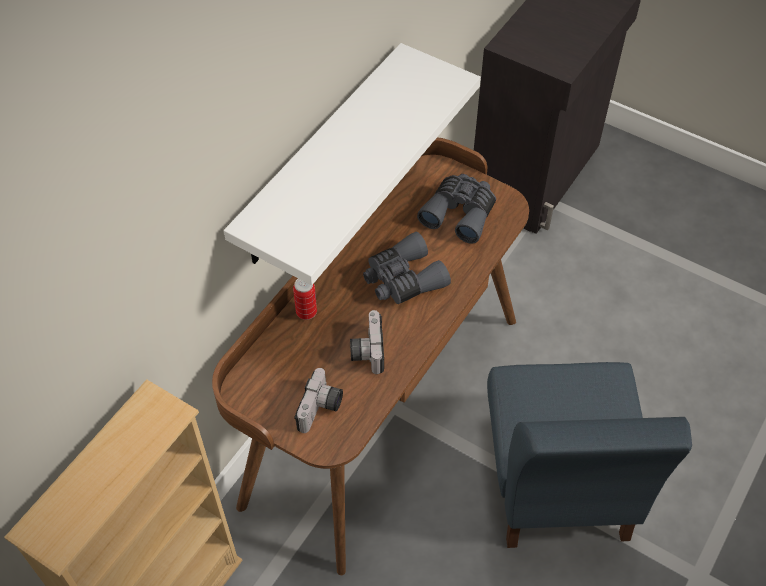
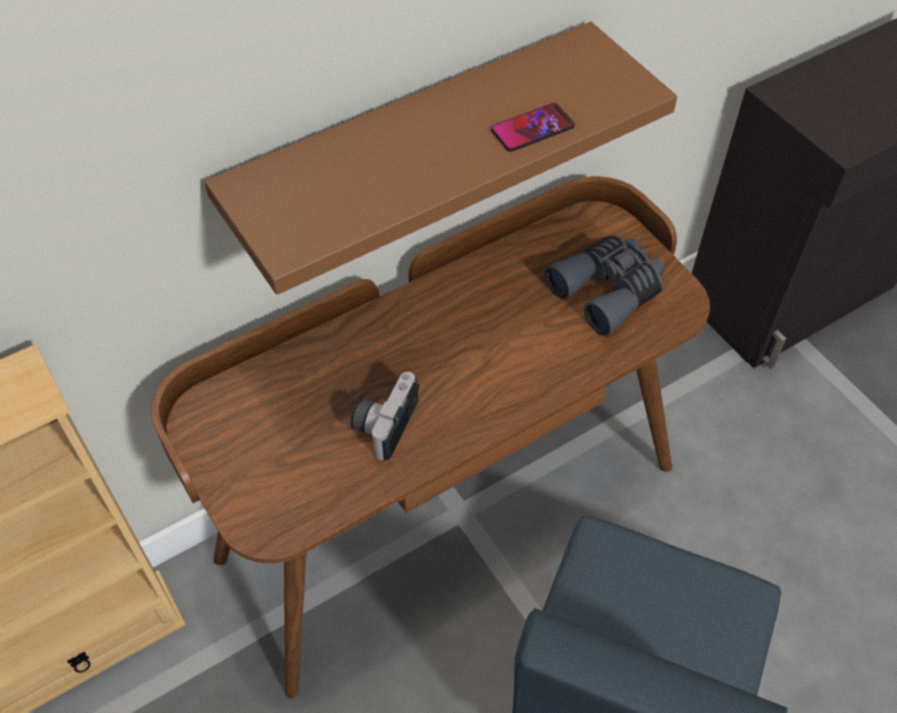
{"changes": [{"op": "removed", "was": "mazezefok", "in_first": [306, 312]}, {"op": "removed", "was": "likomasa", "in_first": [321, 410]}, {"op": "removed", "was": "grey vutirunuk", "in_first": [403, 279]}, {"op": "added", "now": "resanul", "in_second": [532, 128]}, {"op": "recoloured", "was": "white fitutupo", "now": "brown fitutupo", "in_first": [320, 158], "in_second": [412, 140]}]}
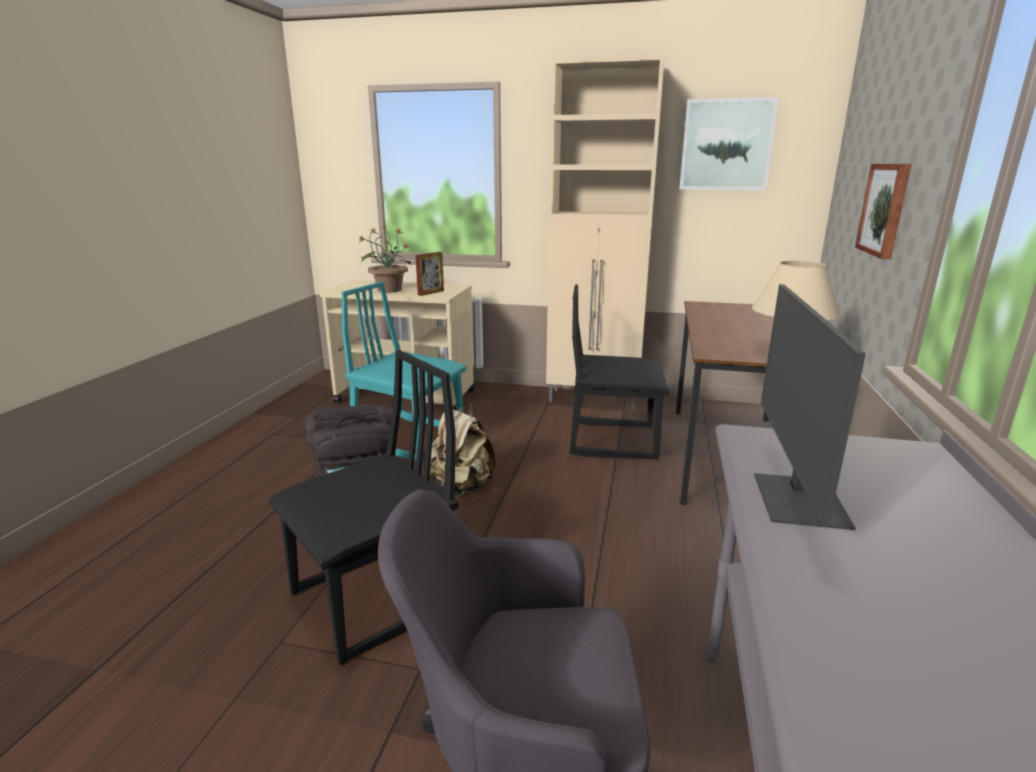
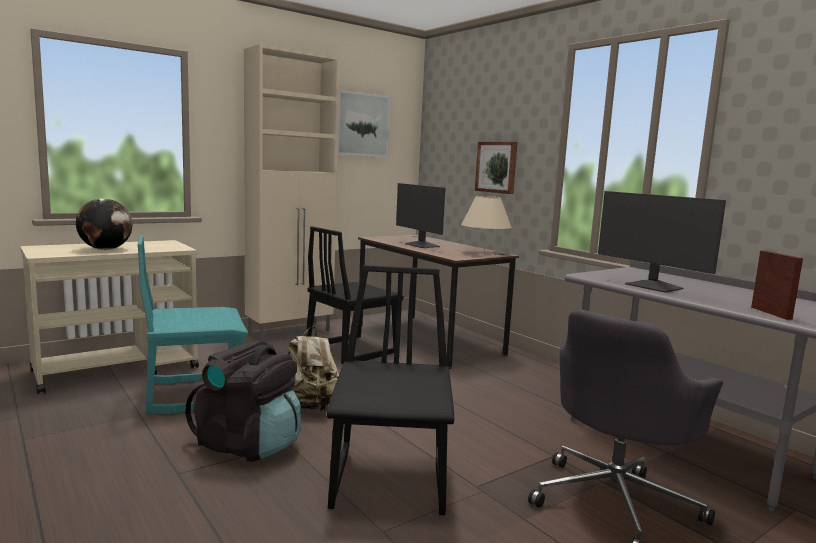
{"changes": [{"op": "added", "now": "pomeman", "in_second": [421, 245]}, {"op": "moved", "was": "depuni", "in_first": [431, 293], "in_second": [770, 313]}, {"op": "replaced", "was": "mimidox", "now": "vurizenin", "in_first": [388, 290], "in_second": [106, 249]}]}
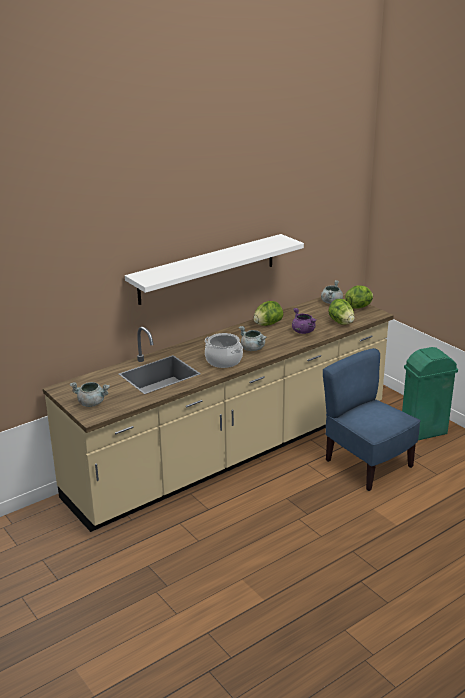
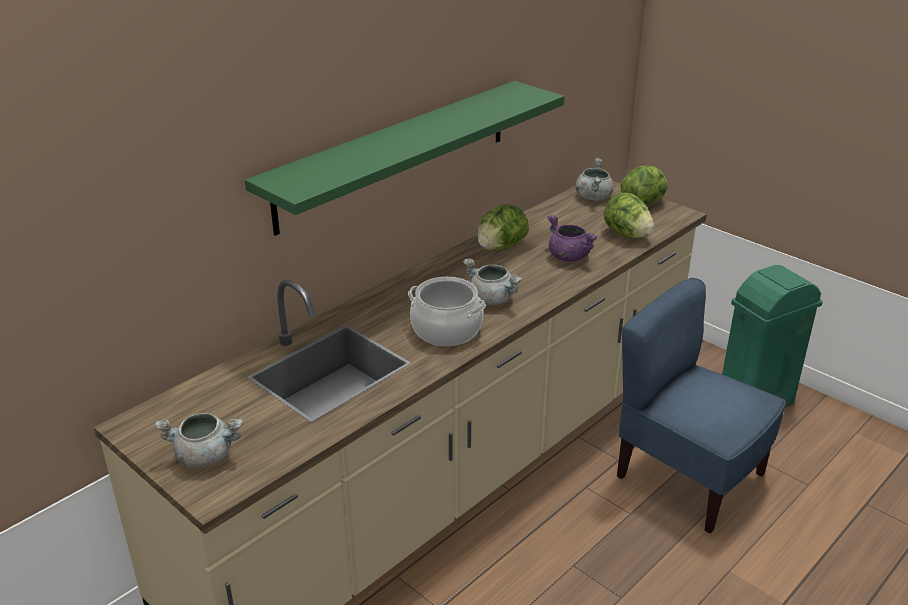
{"changes": [{"op": "recoloured", "was": "white fitutupo", "now": "green fitutupo", "in_first": [207, 268], "in_second": [396, 154]}]}
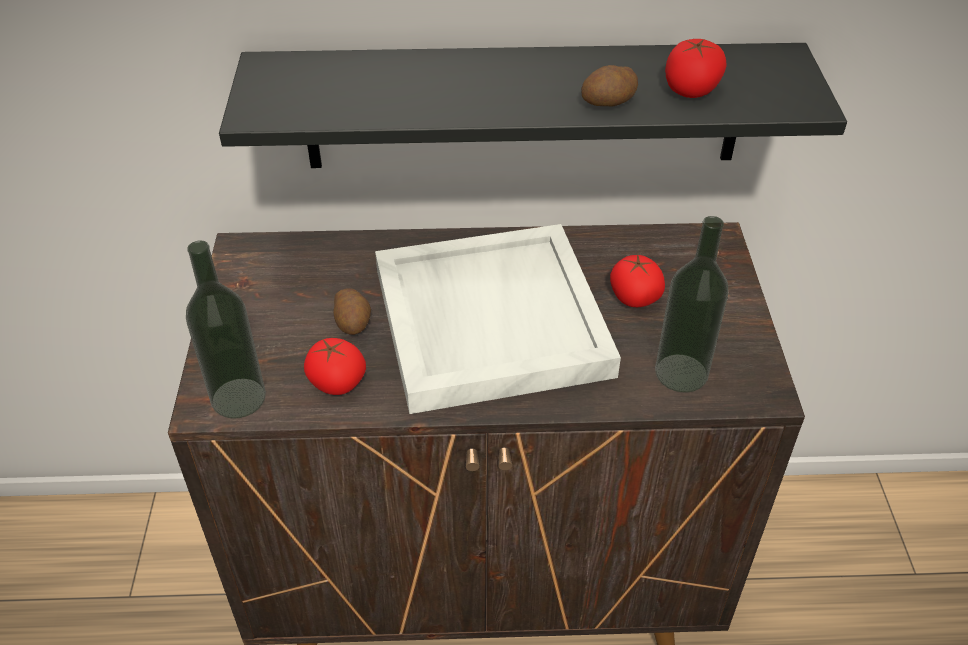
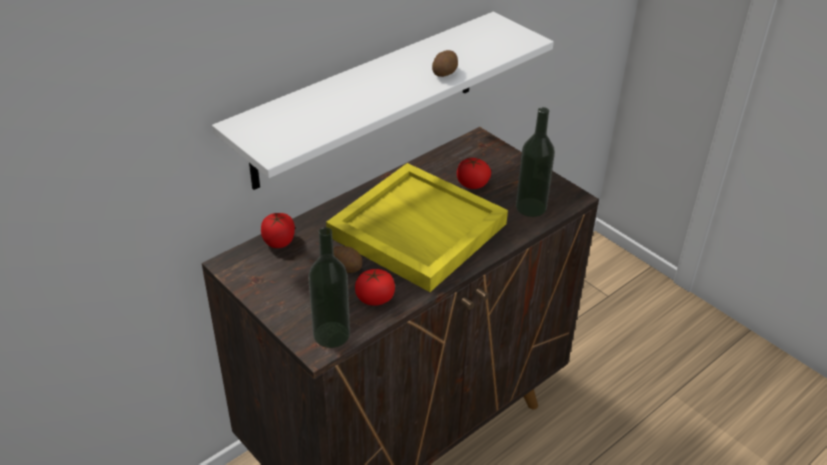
{"changes": [{"op": "moved", "was": "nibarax", "in_first": [691, 90], "in_second": [279, 241]}, {"op": "recoloured", "was": "black fitutupo", "now": "white fitutupo", "in_first": [523, 106], "in_second": [367, 99]}, {"op": "recoloured", "was": "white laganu", "now": "yellow laganu", "in_first": [488, 320], "in_second": [415, 230]}]}
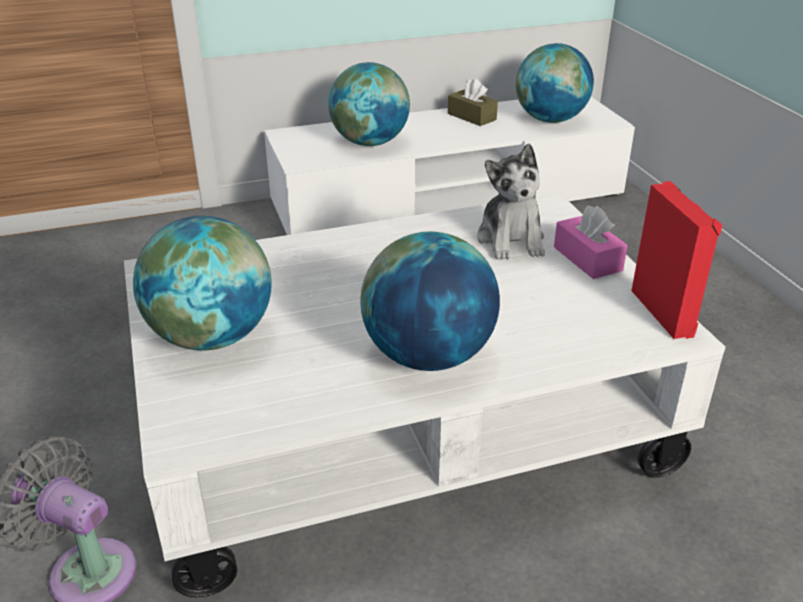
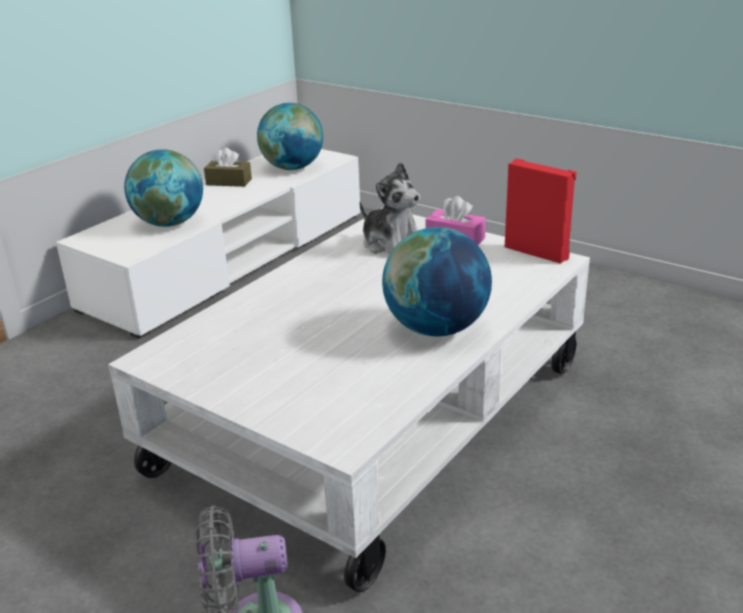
{"changes": [{"op": "removed", "was": "vurizenin", "in_first": [212, 337]}]}
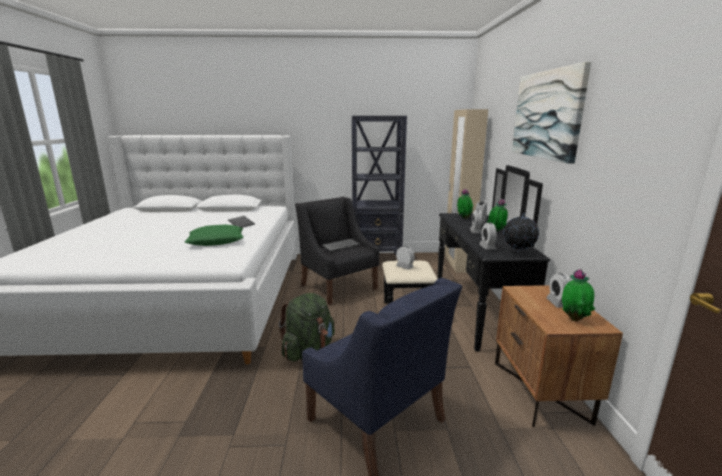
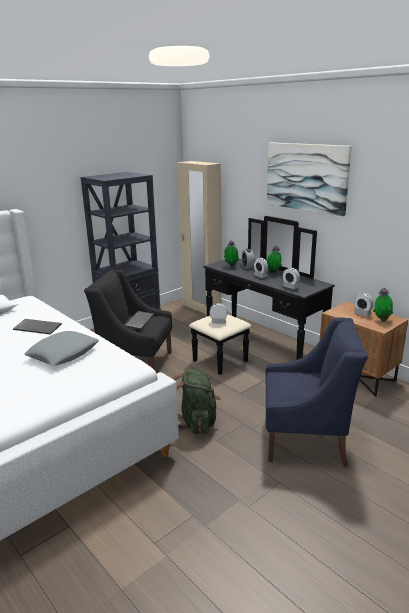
{"changes": [{"op": "removed", "was": "vurizenin", "in_first": [518, 253]}, {"op": "recoloured", "was": "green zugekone", "now": "grey zugekone", "in_first": [216, 241], "in_second": [63, 353]}]}
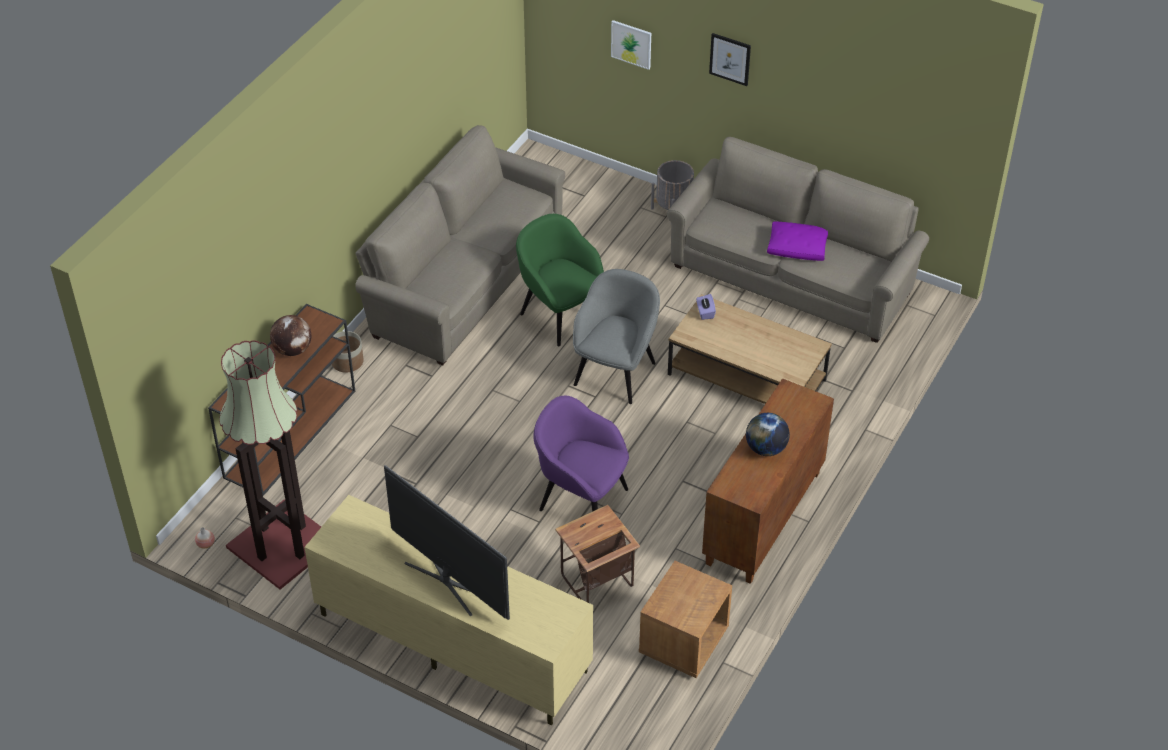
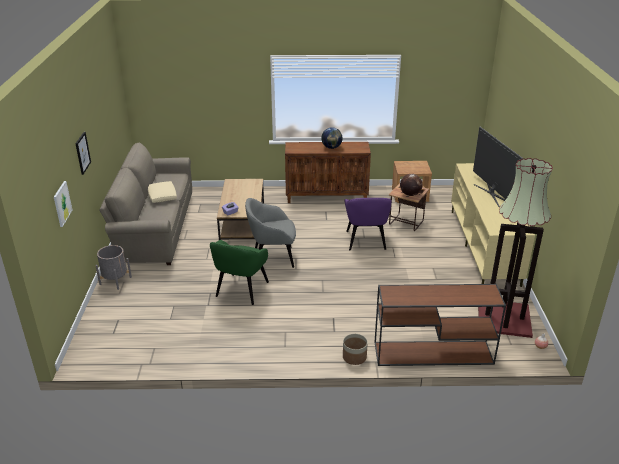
{"changes": [{"op": "removed", "was": "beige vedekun", "in_first": [463, 280]}, {"op": "moved", "was": "vurizenin", "in_first": [293, 350], "in_second": [410, 194]}, {"op": "recoloured", "was": "purple zugekone", "now": "beige zugekone", "in_first": [797, 248], "in_second": [162, 196]}, {"op": "turned", "was": "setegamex", "in_first": [449, 580], "in_second": [493, 194], "clockwise": 150}]}
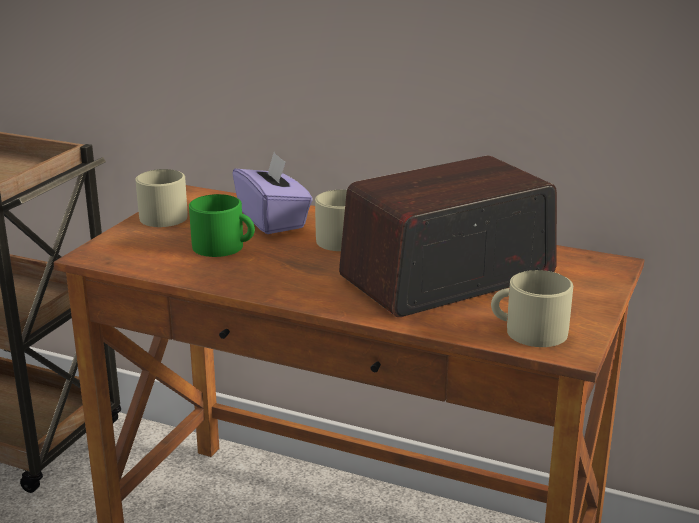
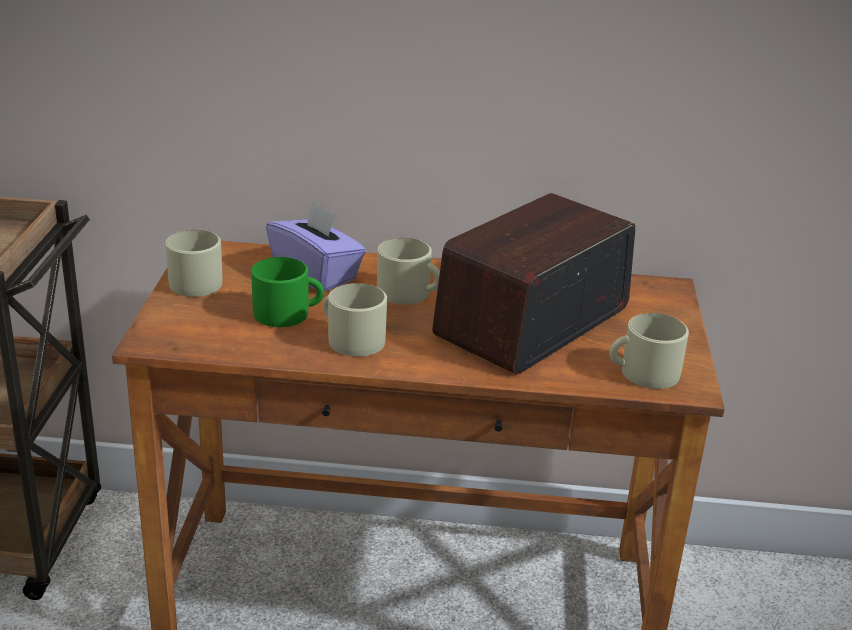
{"changes": [{"op": "added", "now": "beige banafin", "in_second": [350, 339]}]}
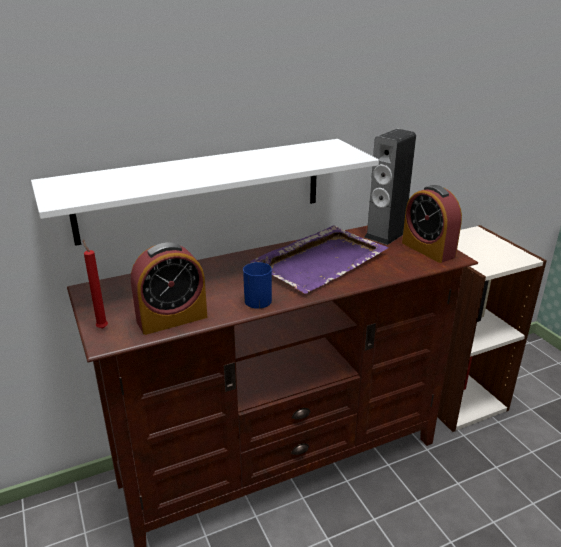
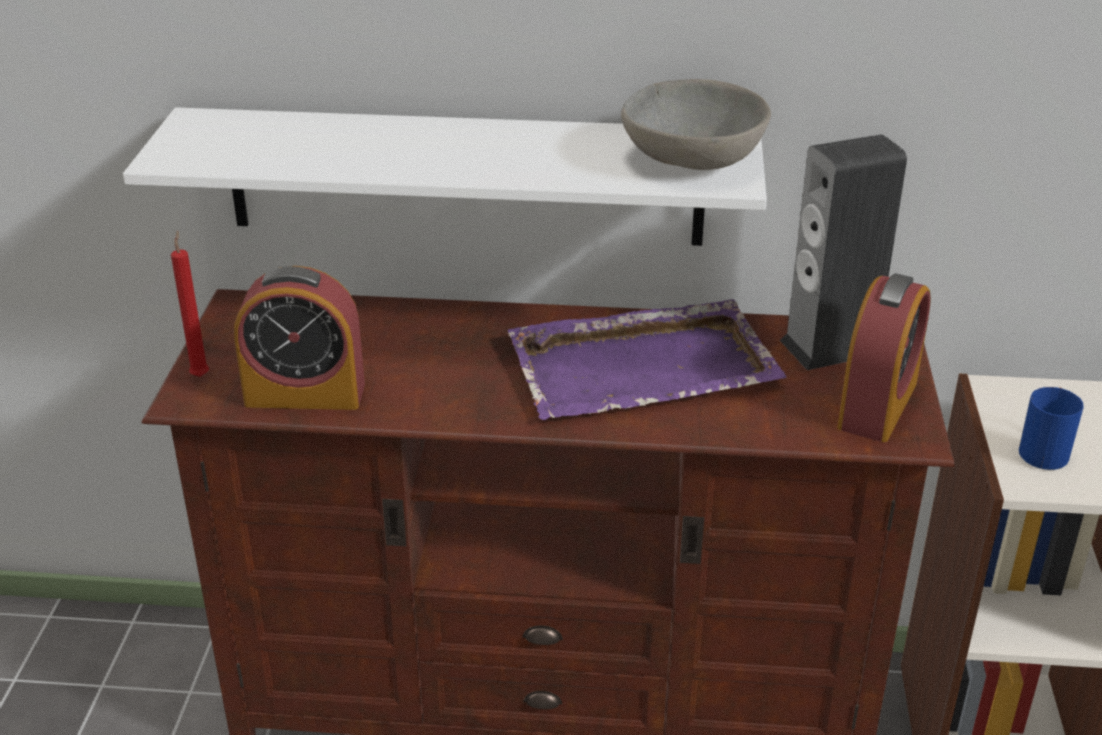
{"changes": [{"op": "added", "now": "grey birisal", "in_second": [691, 160]}, {"op": "moved", "was": "blue banafin", "in_first": [257, 299], "in_second": [1044, 450]}, {"op": "turned", "was": "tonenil", "in_first": [428, 249], "in_second": [877, 405], "clockwise": -150}]}
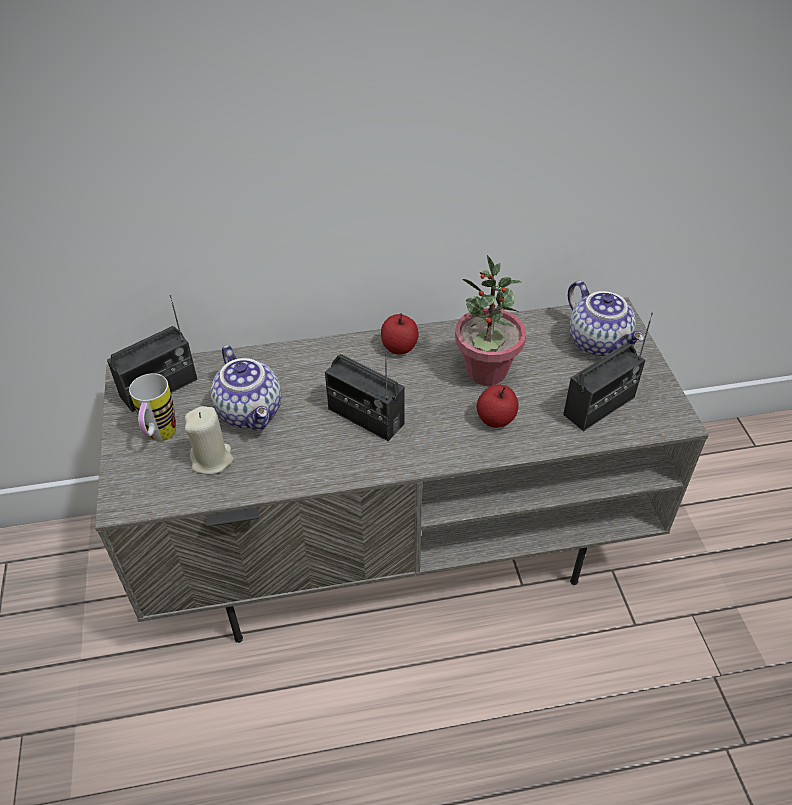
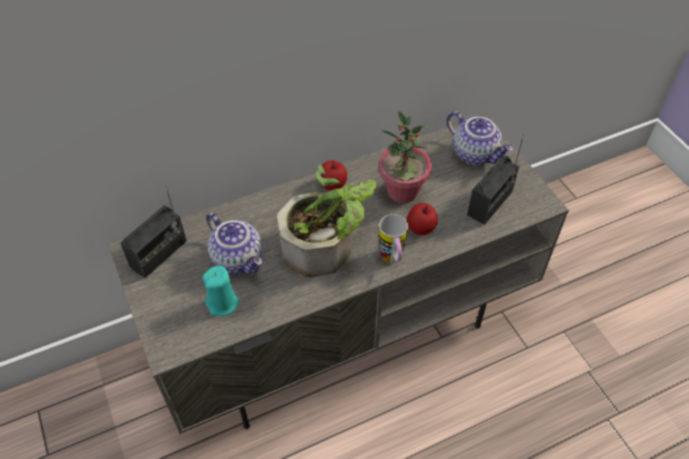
{"changes": [{"op": "moved", "was": "banafin", "in_first": [160, 438], "in_second": [392, 261]}, {"op": "replaced", "was": "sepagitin", "now": "mimidox", "in_first": [365, 417], "in_second": [326, 245]}, {"op": "recoloured", "was": "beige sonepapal", "now": "turquoise sonepapal", "in_first": [212, 459], "in_second": [223, 303]}]}
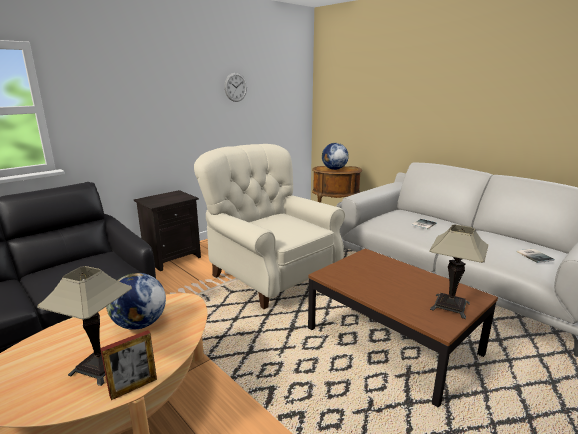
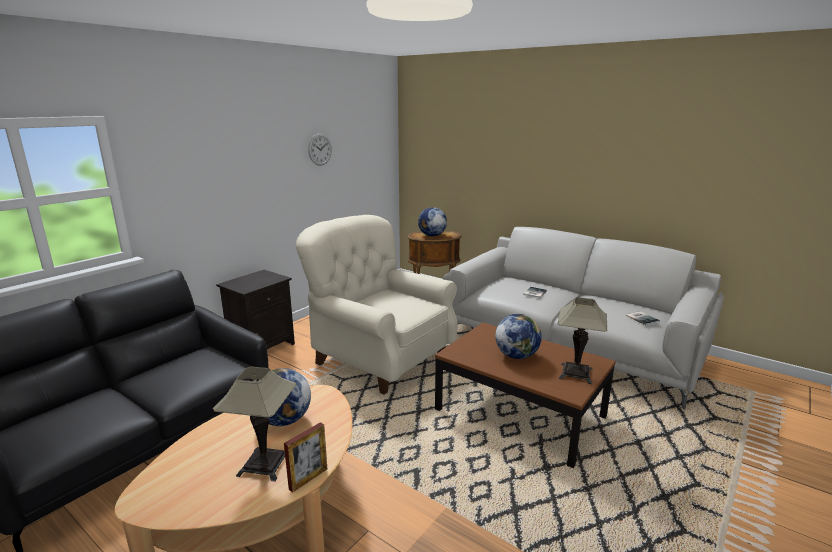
{"changes": [{"op": "added", "now": "vurizenin", "in_second": [516, 356]}]}
